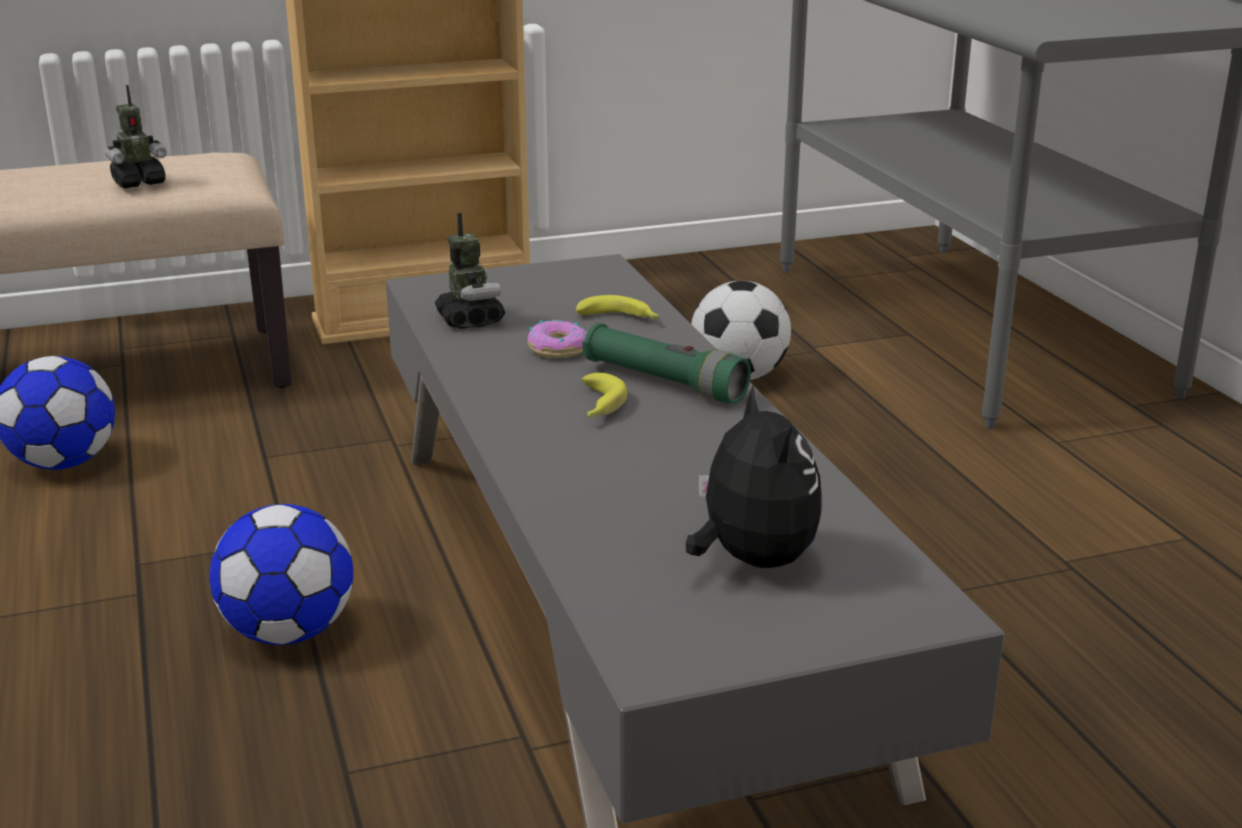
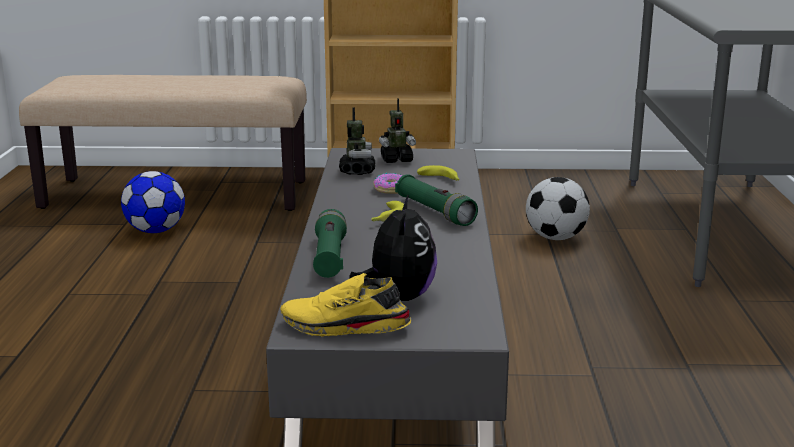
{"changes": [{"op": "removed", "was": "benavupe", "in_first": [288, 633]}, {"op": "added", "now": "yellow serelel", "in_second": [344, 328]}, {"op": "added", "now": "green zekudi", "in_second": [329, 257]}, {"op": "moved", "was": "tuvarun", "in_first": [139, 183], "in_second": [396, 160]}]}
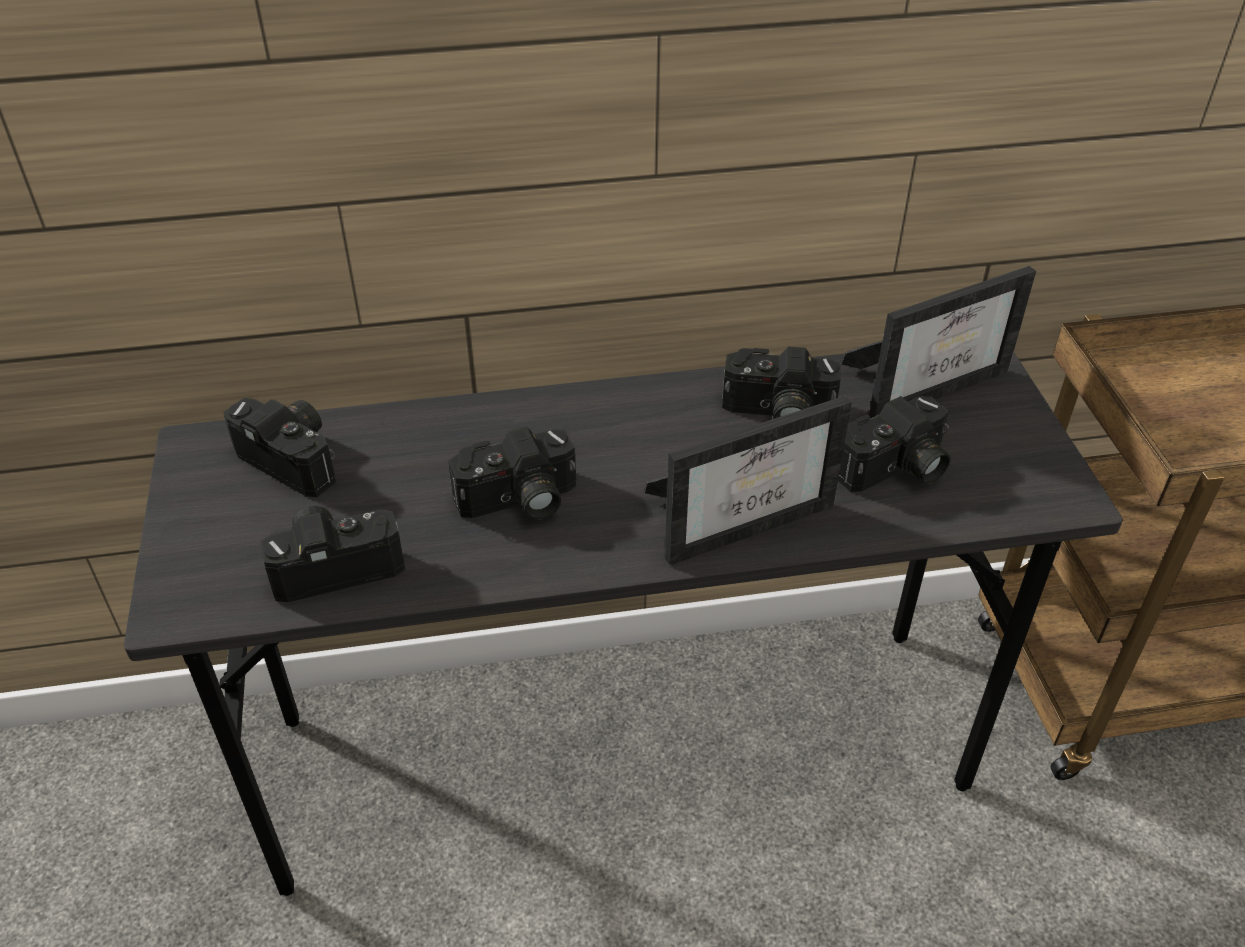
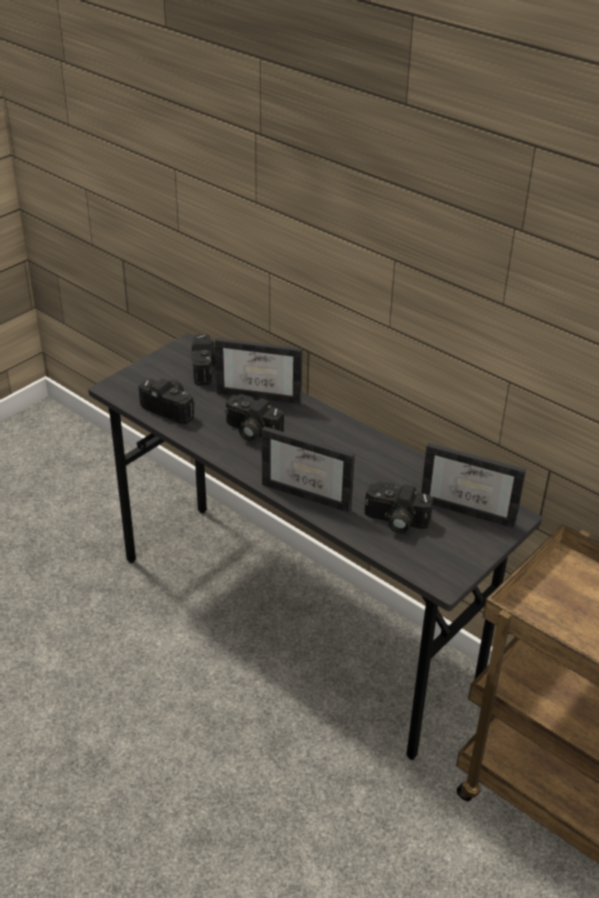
{"changes": [{"op": "removed", "was": "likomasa", "in_first": [777, 413]}, {"op": "added", "now": "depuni", "in_second": [262, 393]}]}
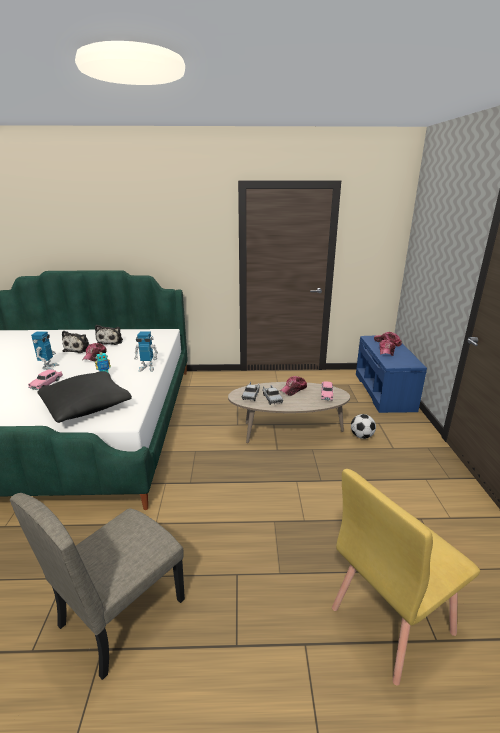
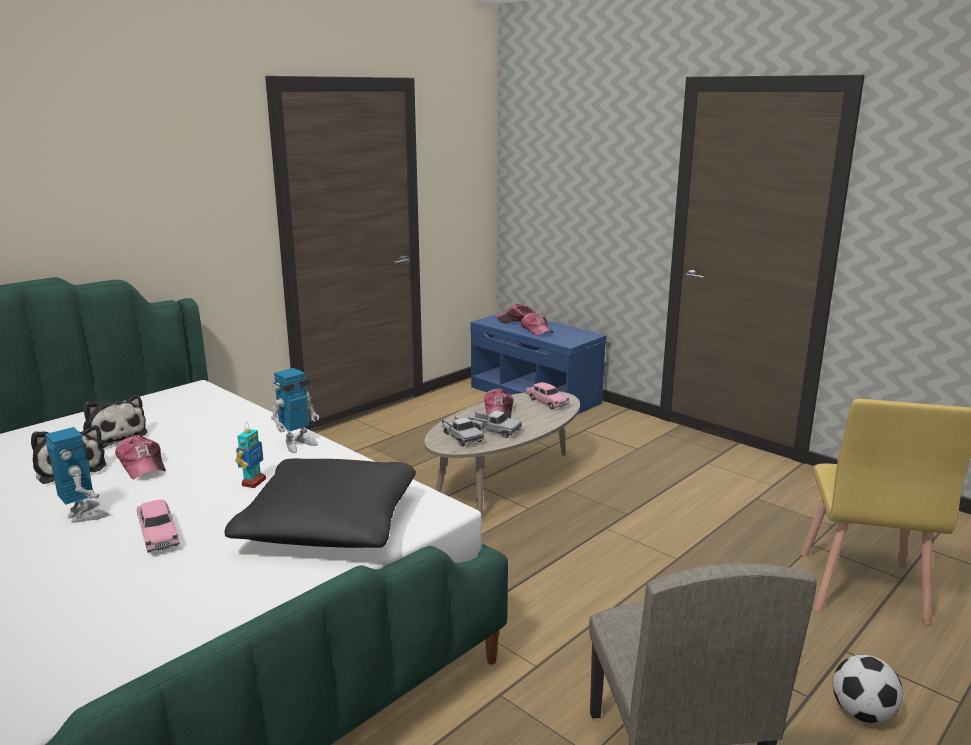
{"changes": [{"op": "moved", "was": "benavupe", "in_first": [361, 436], "in_second": [862, 713]}]}
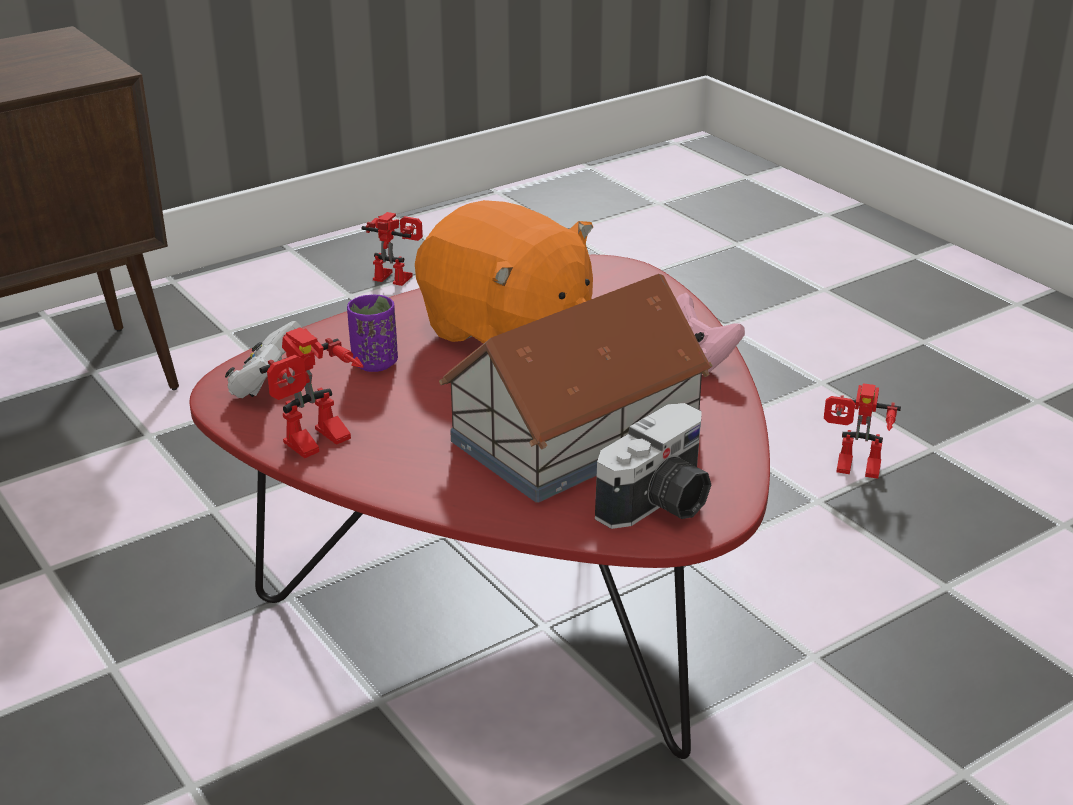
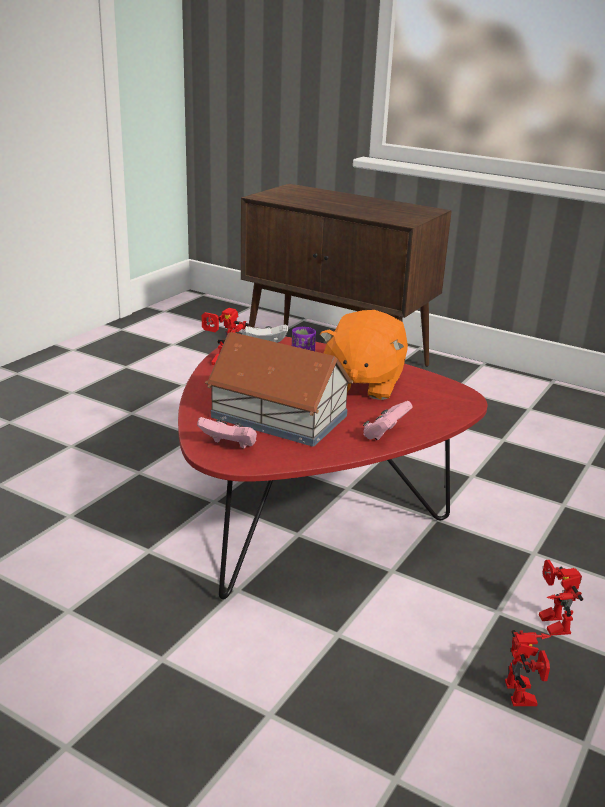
{"changes": [{"op": "moved", "was": "tuvarun", "in_first": [397, 276], "in_second": [526, 695]}, {"op": "replaced", "was": "likomasa", "now": "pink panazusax", "in_first": [661, 504], "in_second": [229, 446]}]}
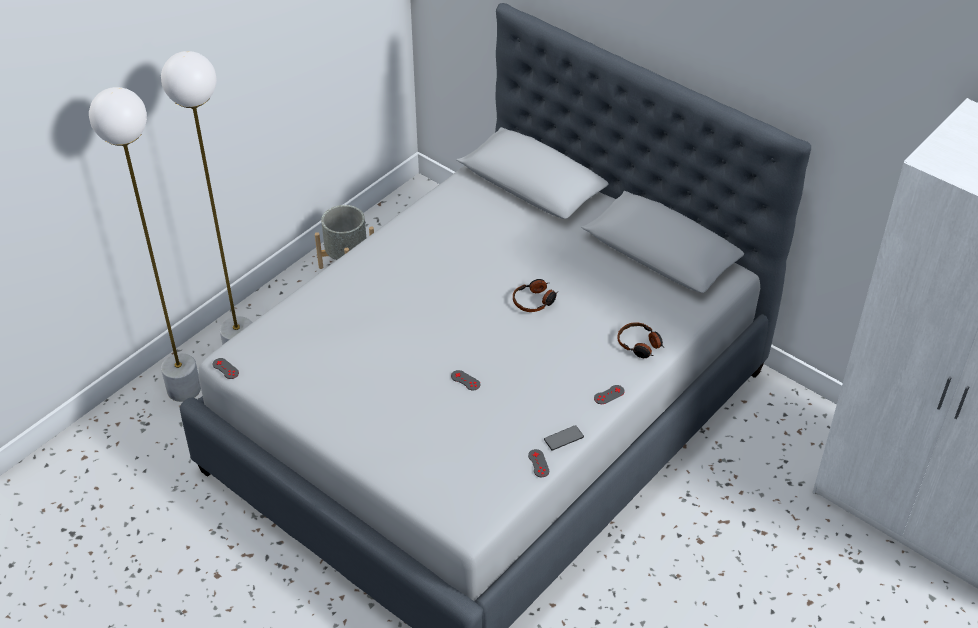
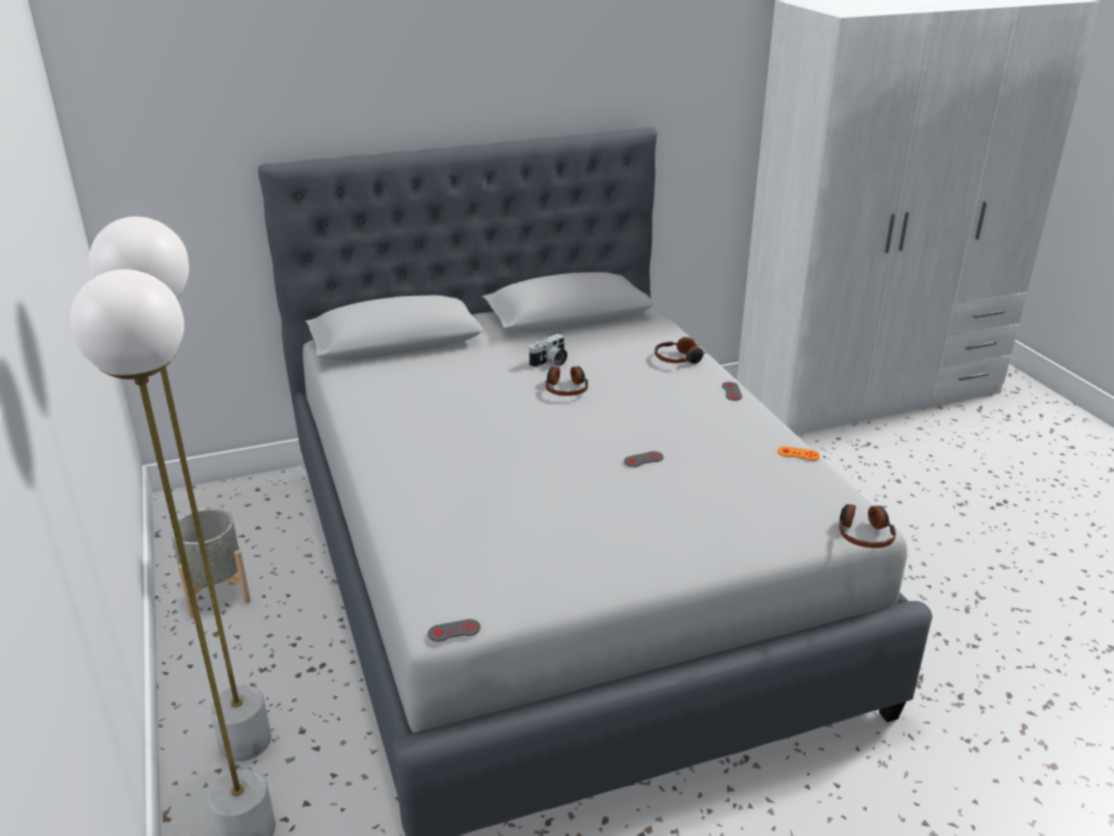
{"changes": [{"op": "removed", "was": "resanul", "in_first": [563, 438]}, {"op": "added", "now": "likomasa", "in_second": [550, 362]}, {"op": "added", "now": "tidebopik", "in_second": [864, 534]}, {"op": "recoloured", "was": "grey panazusax", "now": "orange panazusax", "in_first": [538, 463], "in_second": [798, 454]}]}
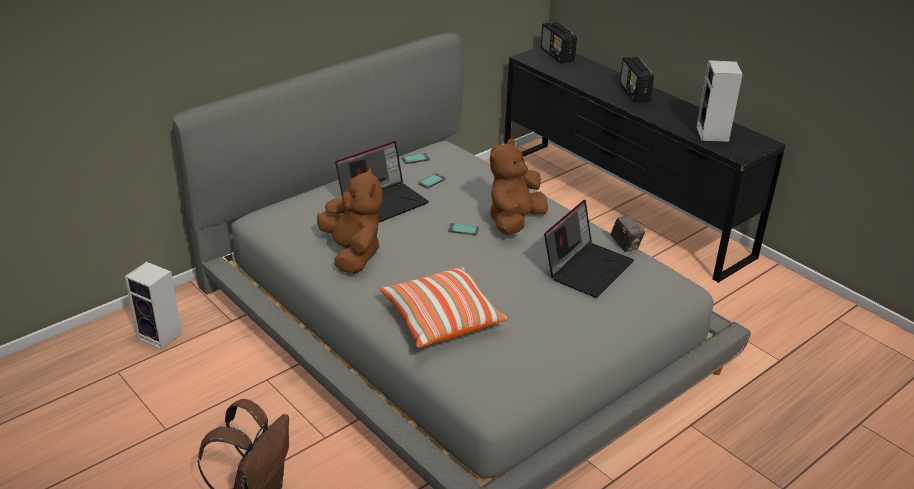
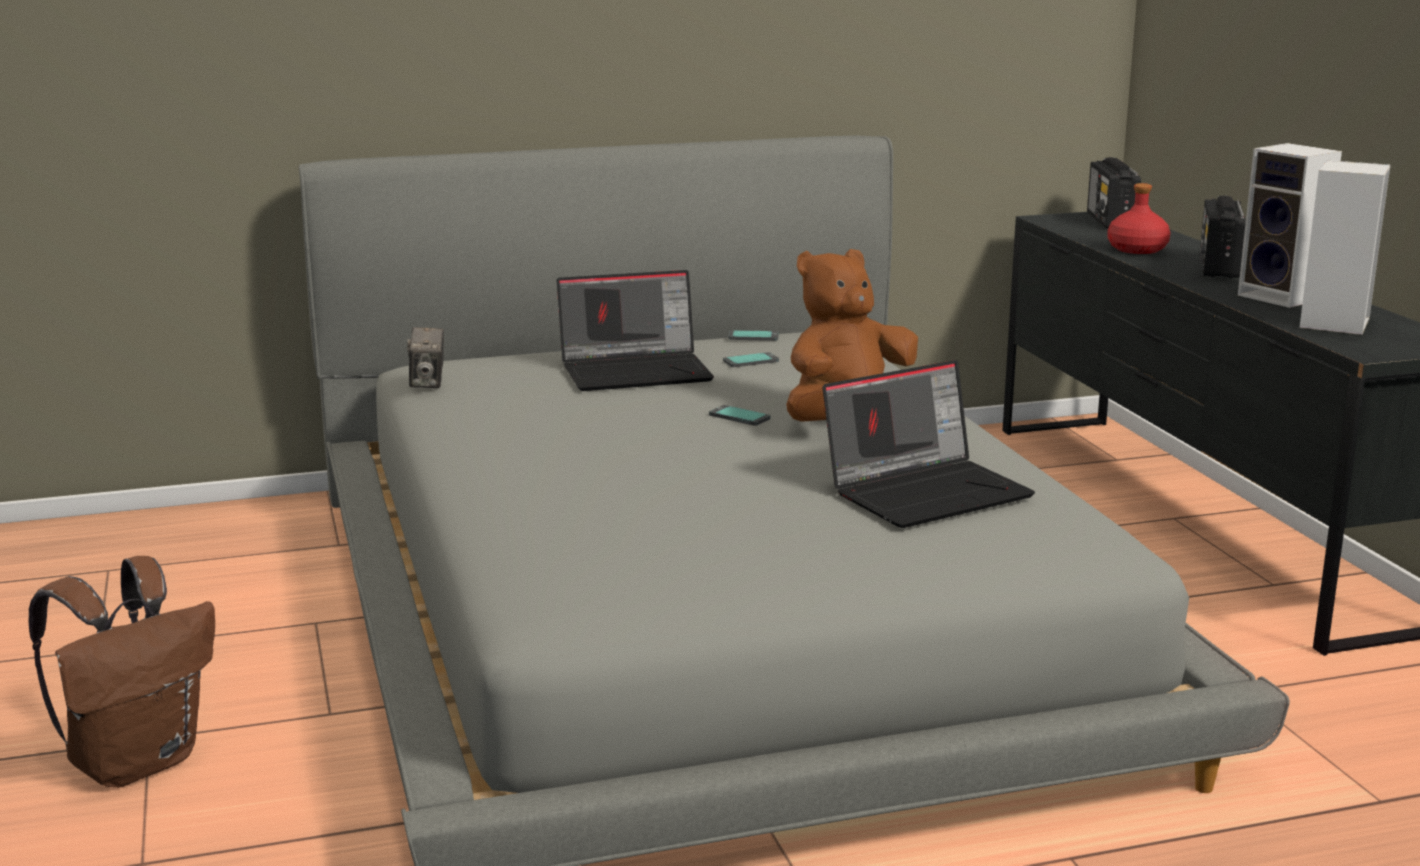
{"changes": [{"op": "removed", "was": "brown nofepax", "in_first": [353, 254]}, {"op": "removed", "was": "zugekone", "in_first": [441, 319]}, {"op": "added", "now": "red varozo", "in_second": [1136, 249]}, {"op": "moved", "was": "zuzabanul", "in_first": [161, 336], "in_second": [1283, 297]}, {"op": "moved", "was": "likomasa", "in_first": [625, 245], "in_second": [427, 383]}]}
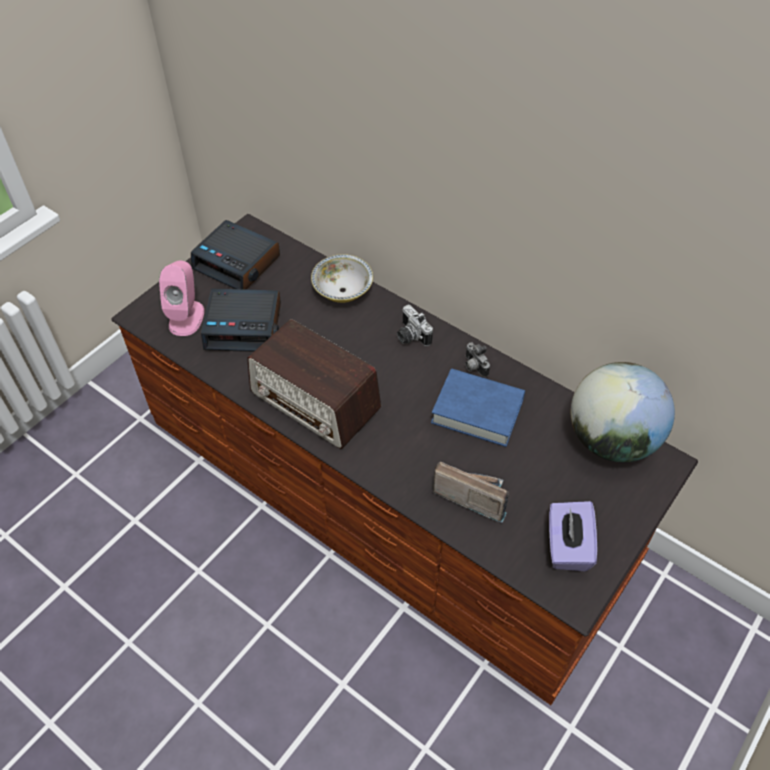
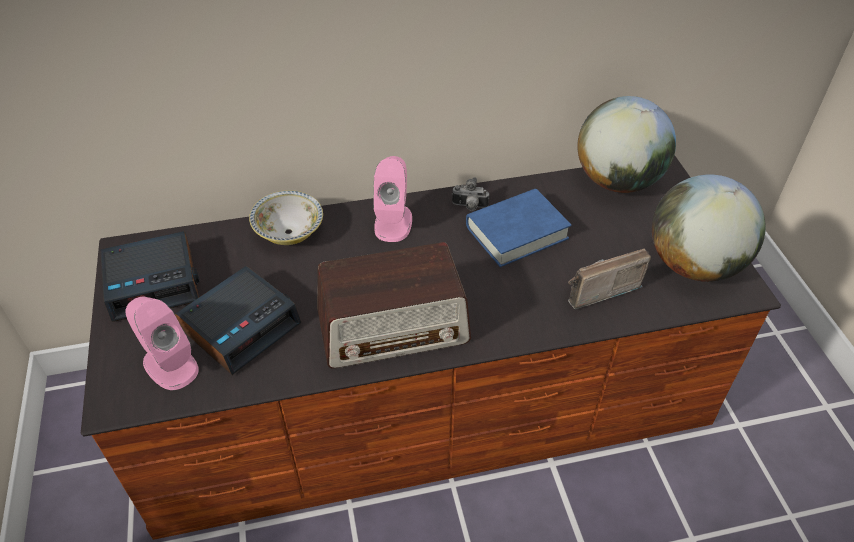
{"changes": [{"op": "replaced", "was": "likomasa", "now": "pink zuzabanul", "in_first": [410, 336], "in_second": [393, 222]}, {"op": "replaced", "was": "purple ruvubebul", "now": "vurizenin", "in_first": [567, 546], "in_second": [694, 265]}]}
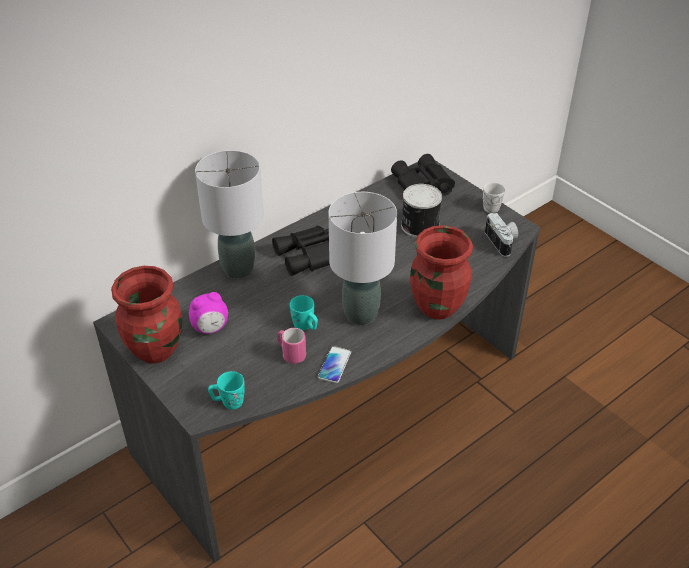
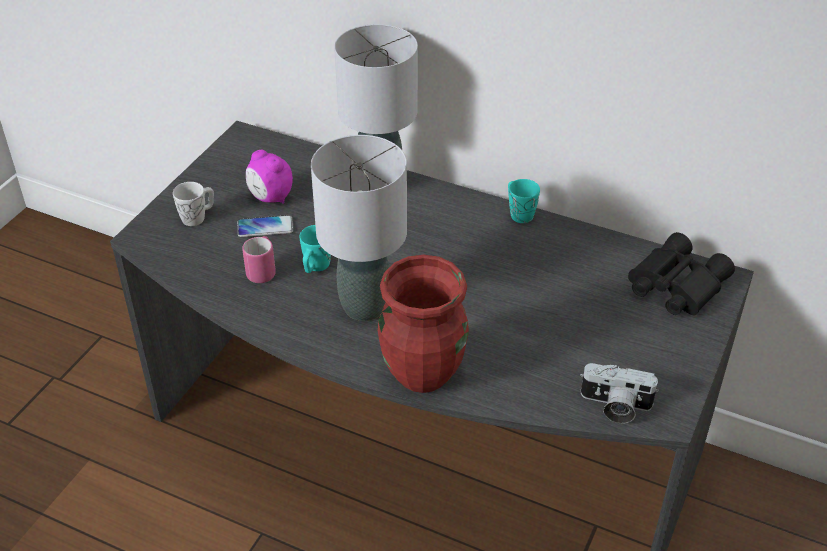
{"changes": [{"op": "removed", "was": "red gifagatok", "in_first": [156, 350]}, {"op": "removed", "was": "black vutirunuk", "in_first": [310, 256]}, {"op": "removed", "was": "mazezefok", "in_first": [419, 226]}, {"op": "moved", "was": "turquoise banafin", "in_first": [228, 402], "in_second": [519, 213]}, {"op": "moved", "was": "resanul", "in_first": [334, 365], "in_second": [265, 227]}, {"op": "moved", "was": "white banafin", "in_first": [490, 206], "in_second": [198, 217]}, {"op": "turned", "was": "likomasa", "in_first": [502, 242], "in_second": [614, 406], "clockwise": 60}]}
